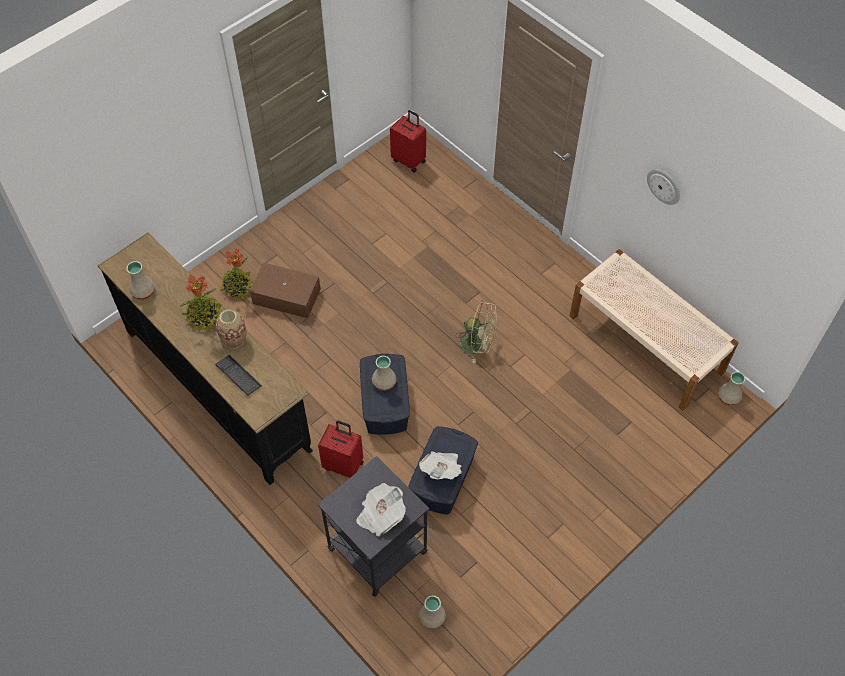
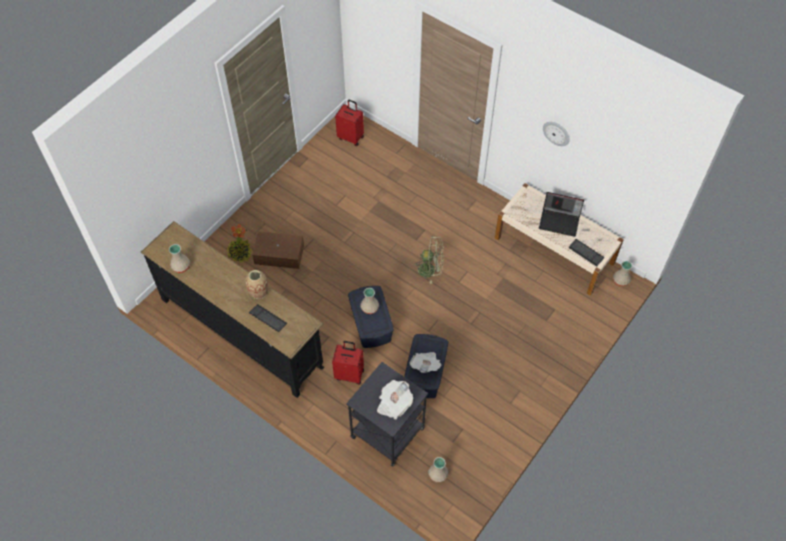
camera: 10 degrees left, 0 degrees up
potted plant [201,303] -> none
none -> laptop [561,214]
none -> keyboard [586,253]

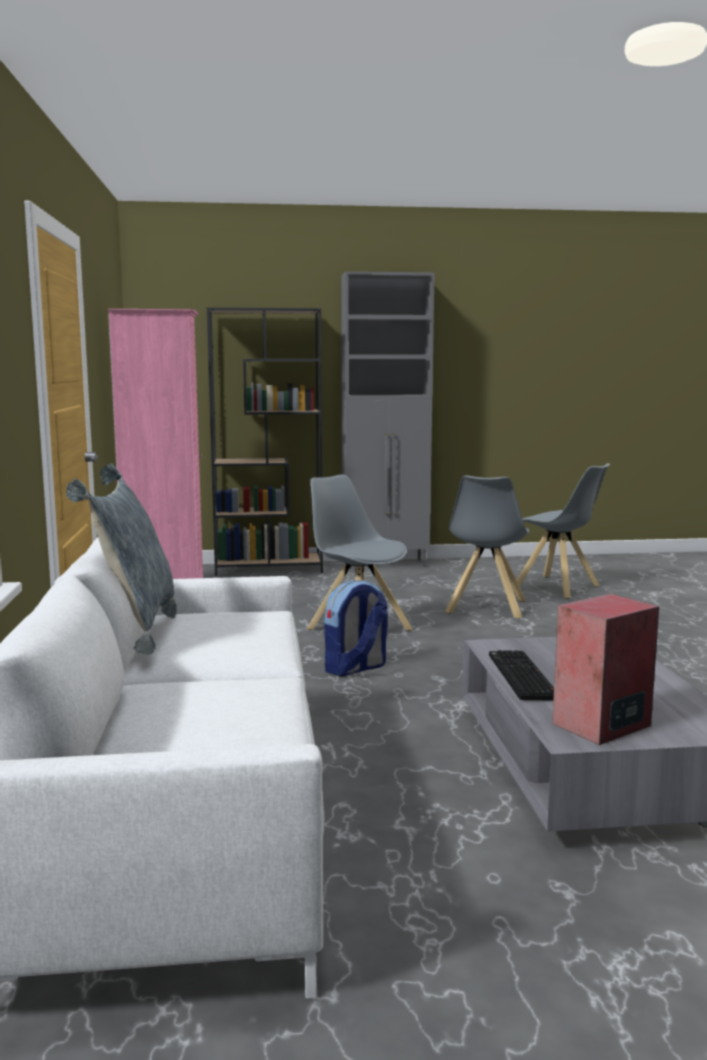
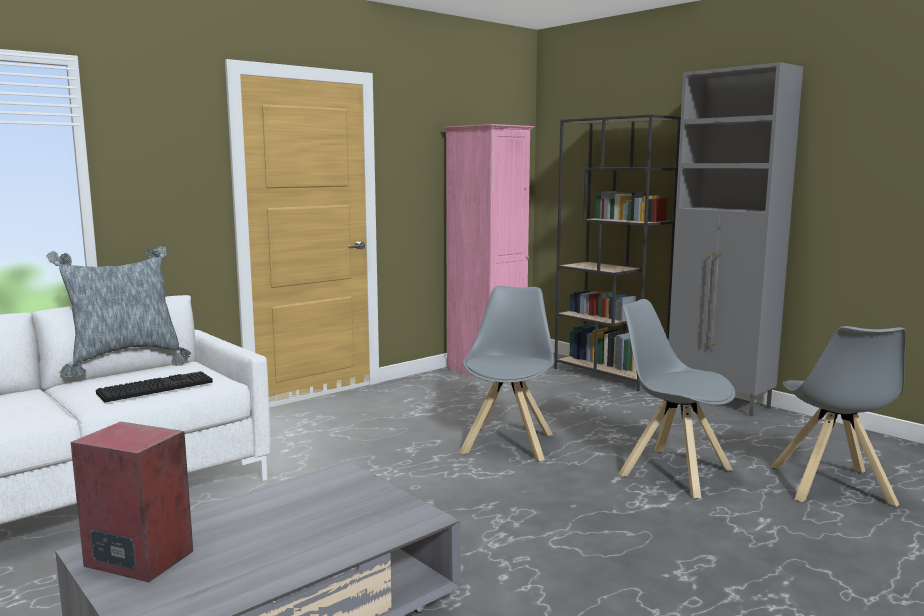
camera: 55 degrees right, 0 degrees up
grey chair [487,547] -> grey chair [676,399], 60 degrees clockwise
backpack [356,628] -> none
keyboard [521,675] -> keyboard [154,386], moved

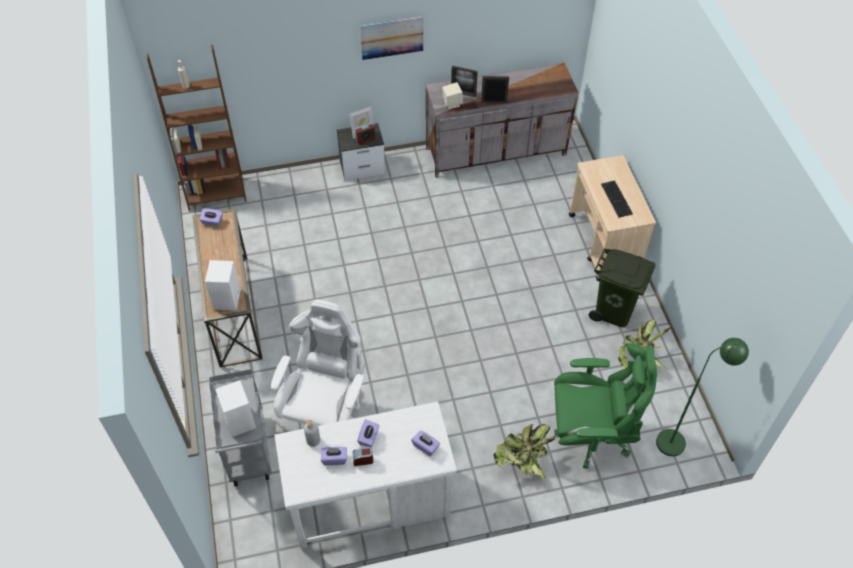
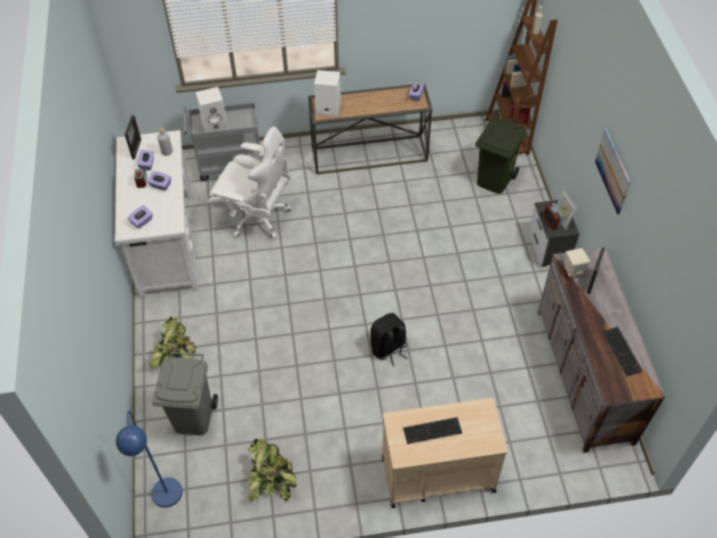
camera: 95 degrees right, 0 degrees up
picture frame [495,89] -> picture frame [133,137], moved
green trash can [622,287] -> green trash can [500,154], moved
green floor lamp [702,397] -> blue floor lamp [149,459]
green office chair [605,406] -> grey trash can [185,393]
none -> black backpack [388,339]
none -> keyboard [622,351]

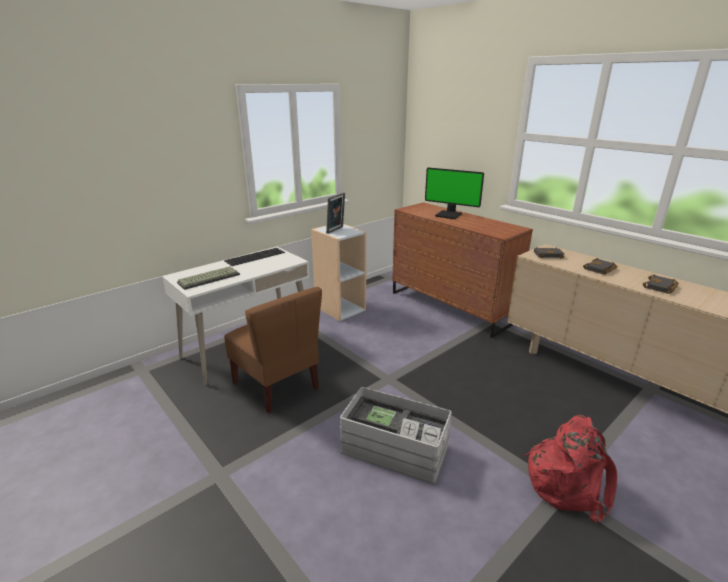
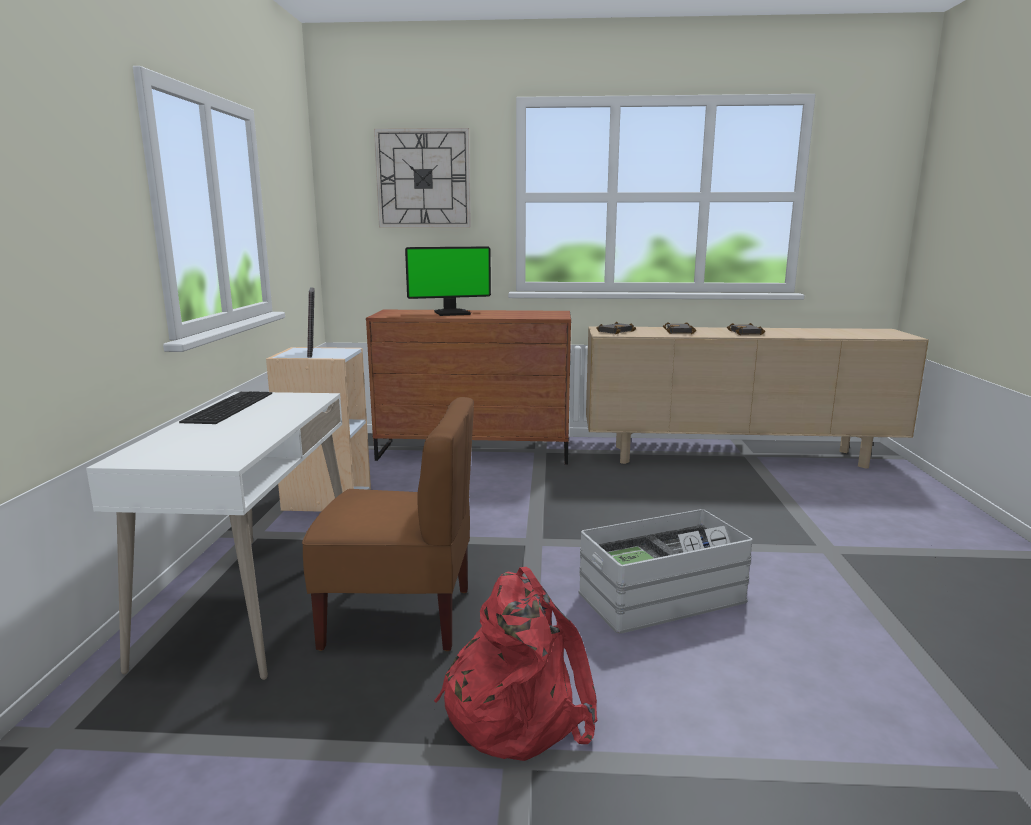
camera: 45 degrees left, 10 degrees down
keyboard [208,278] -> none
red backpack [571,469] -> red backpack [516,664], moved
none -> wall clock [422,177]

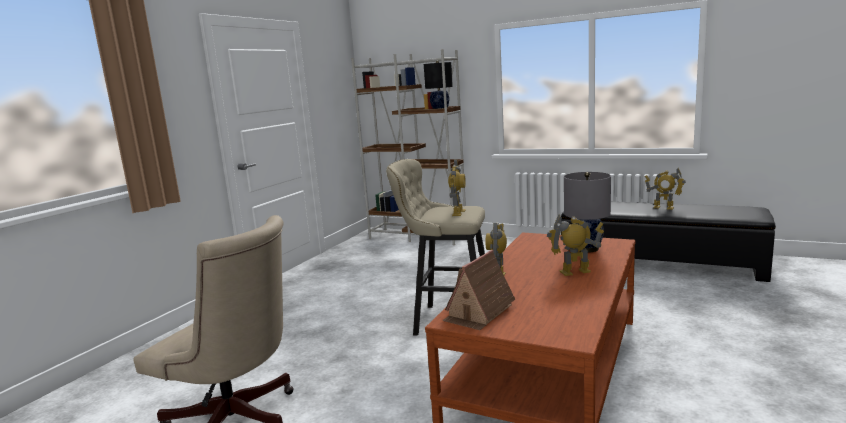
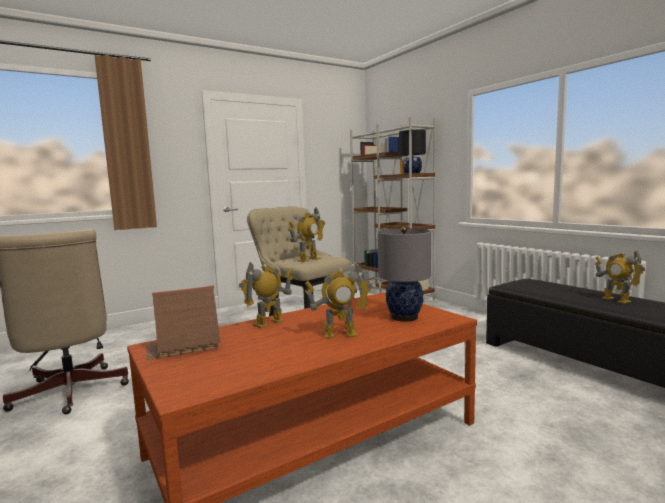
camera: 30 degrees right, 5 degrees down
toy robot [575,245] -> toy robot [339,301], 150 degrees clockwise

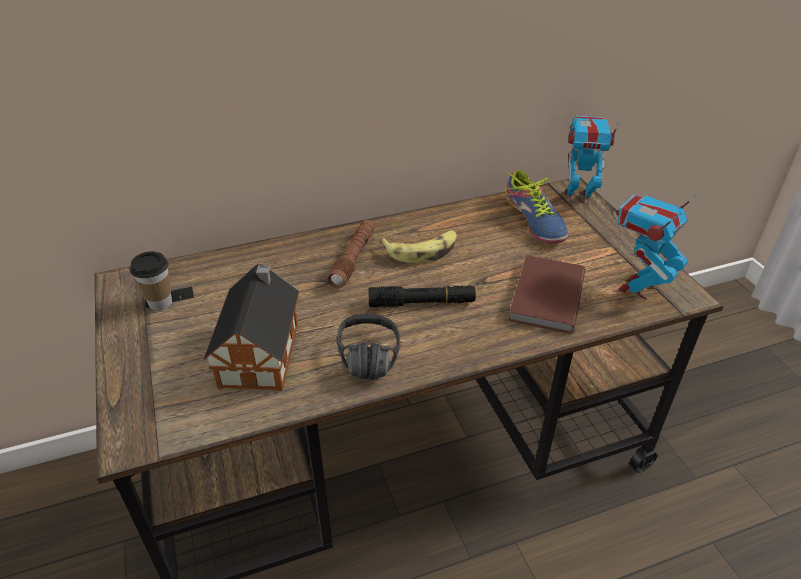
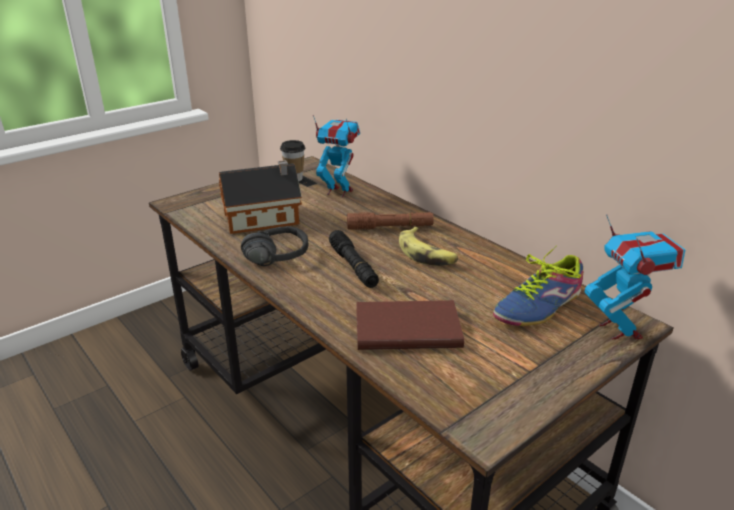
camera: 70 degrees right, 10 degrees down
toy robot [659,245] -> toy robot [336,156], moved

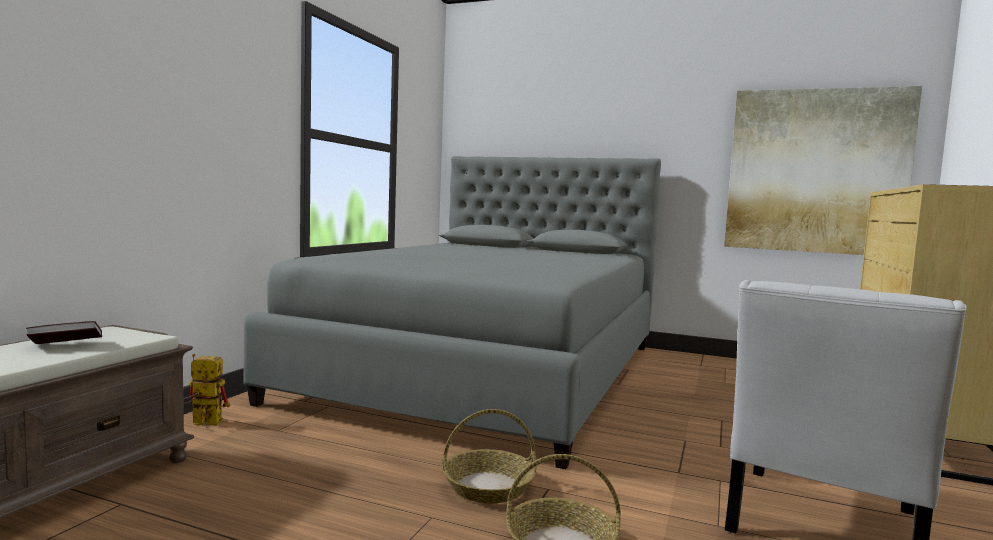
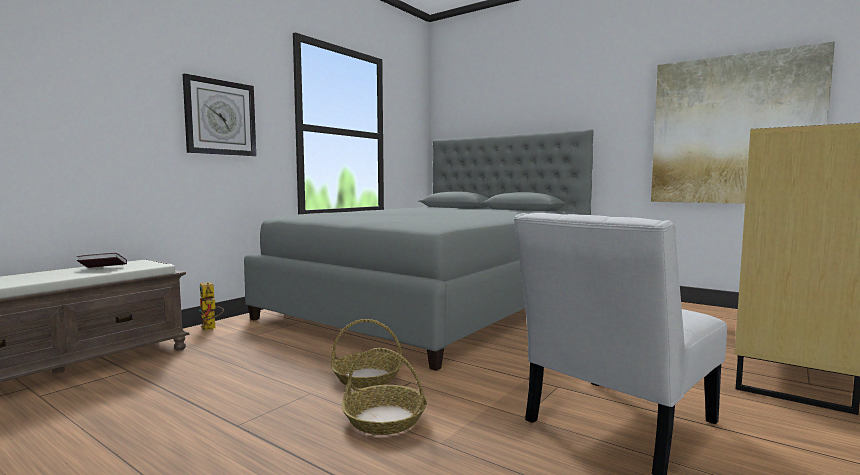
camera: 15 degrees right, 0 degrees up
toy robot [207,389] -> toy robot [211,306], 135 degrees counterclockwise
none -> wall clock [219,114]

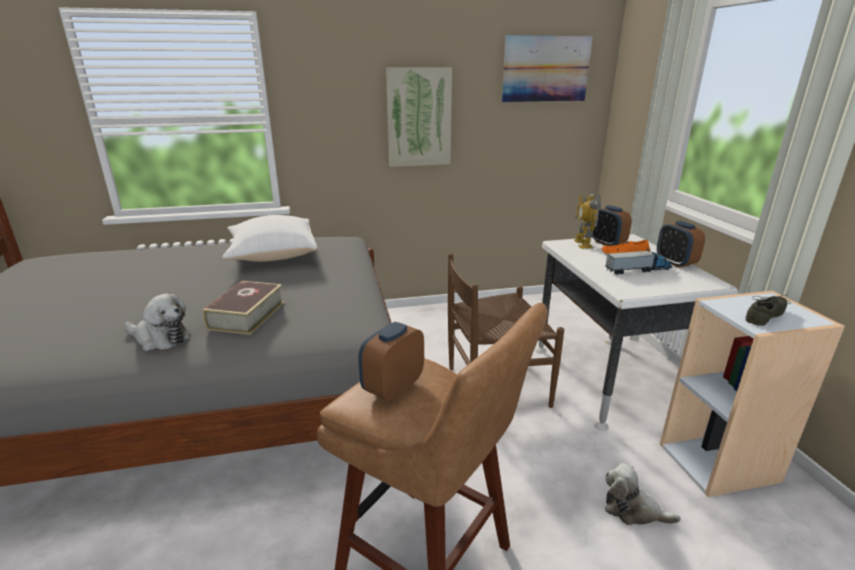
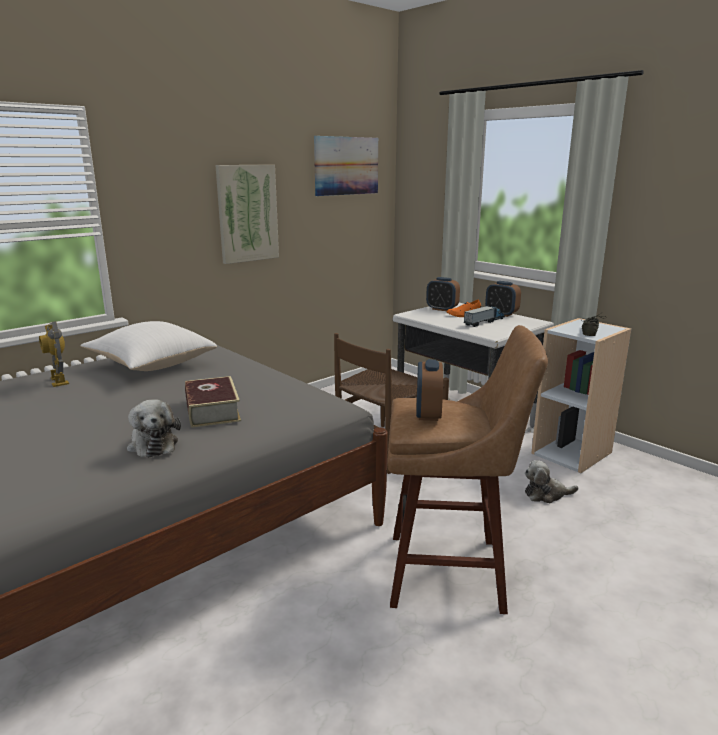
camera: 30 degrees left, 5 degrees down
toy robot [587,221] -> toy robot [54,354], moved
plush toy [157,322] -> plush toy [154,428], 75 degrees clockwise

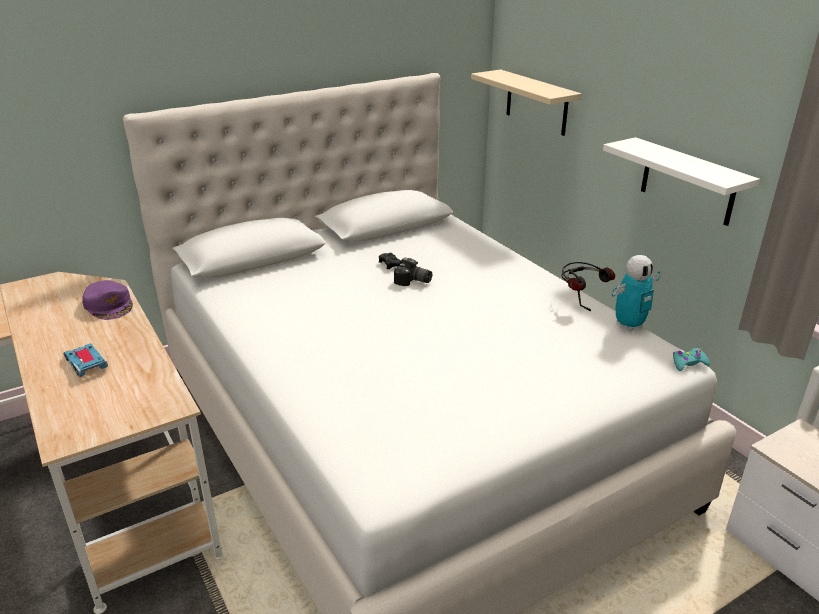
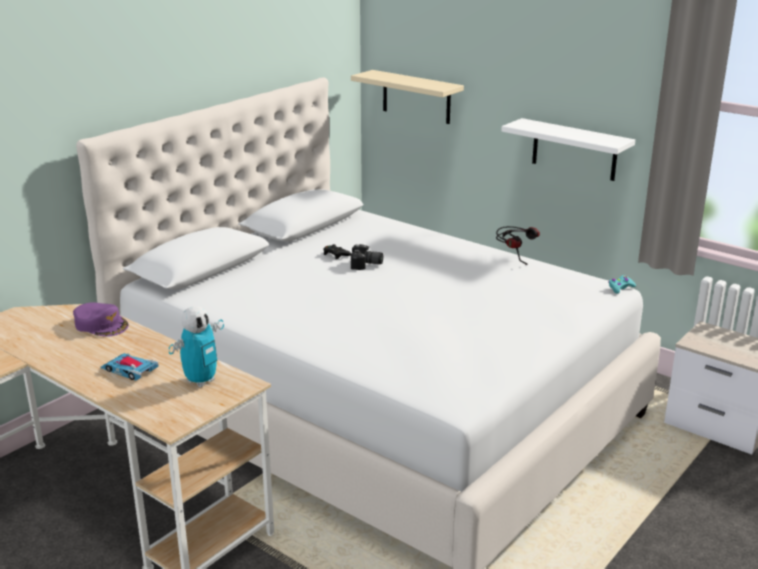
camera: 20 degrees left, 5 degrees down
toy robot [635,293] -> toy robot [196,346], moved

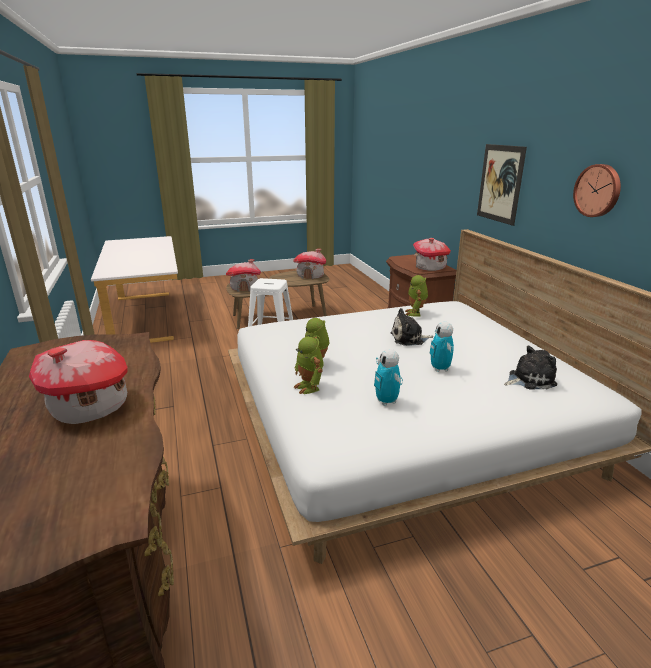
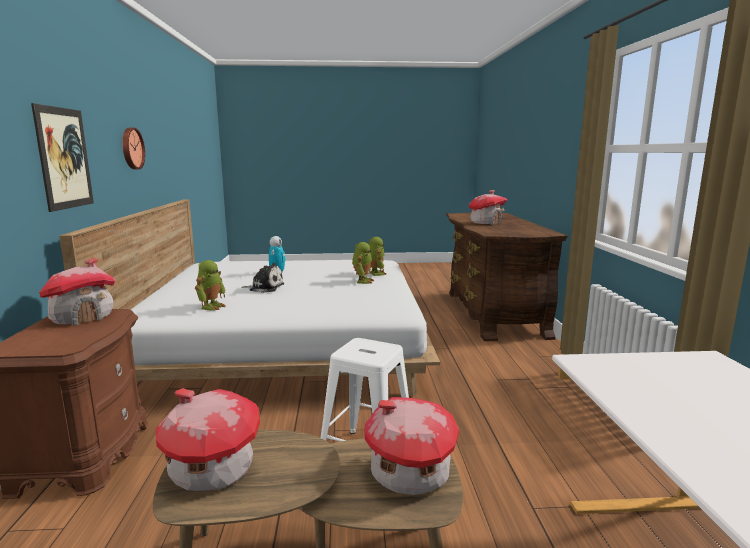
camera: 165 degrees left, 10 degrees down
plush toy [530,367] -> none
toy robot [388,377] -> none

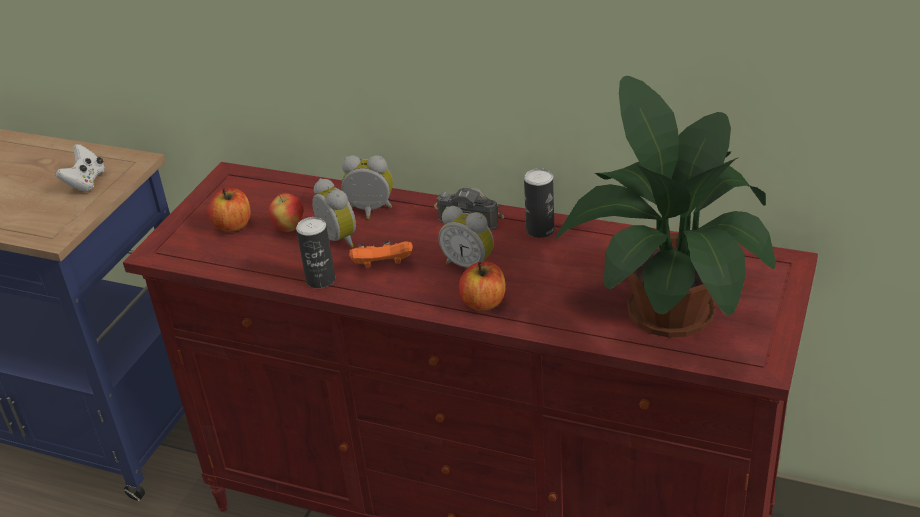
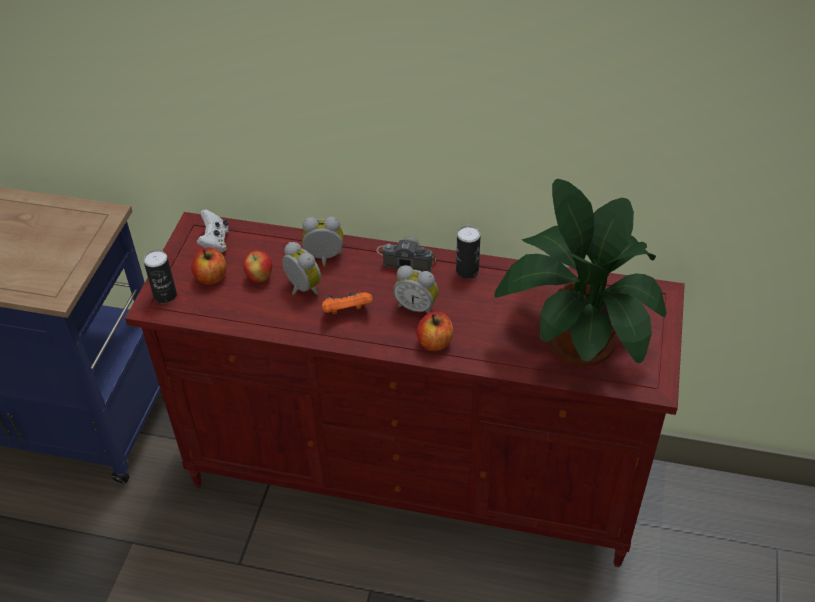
camera: 10 degrees left, 10 degrees up
white game controller [80,168] -> white game controller [212,230], moved
can [315,252] -> can [160,276], moved

